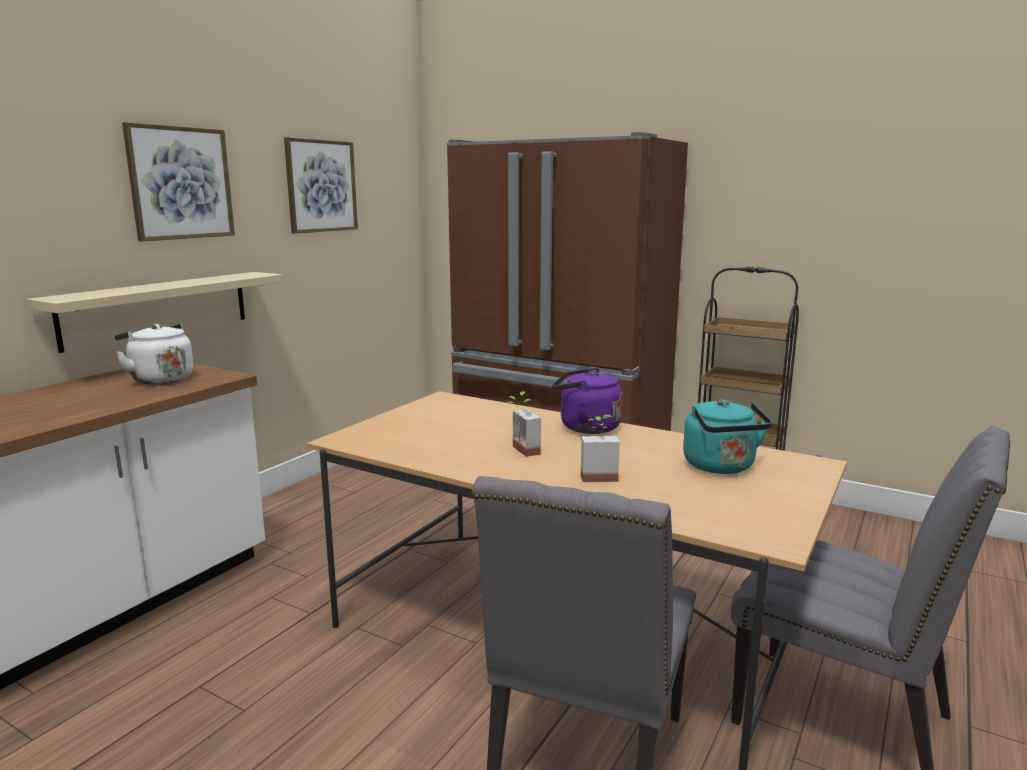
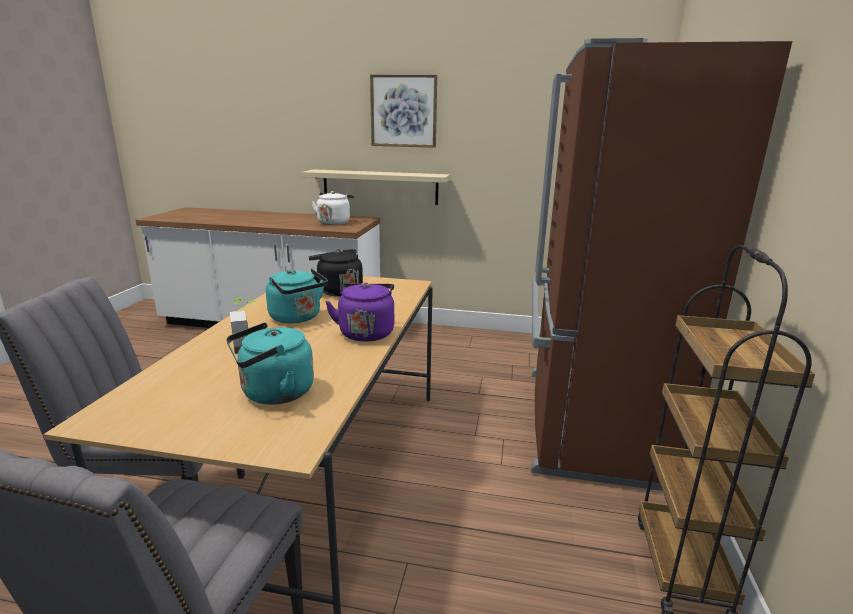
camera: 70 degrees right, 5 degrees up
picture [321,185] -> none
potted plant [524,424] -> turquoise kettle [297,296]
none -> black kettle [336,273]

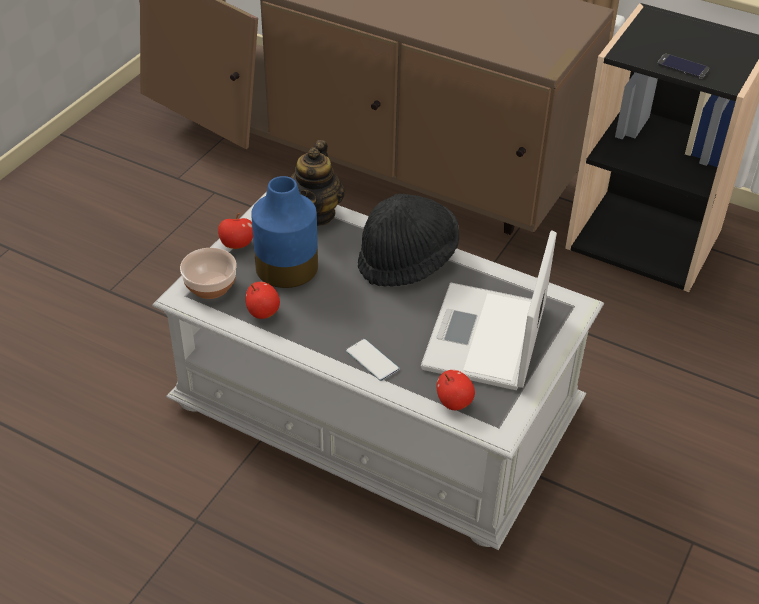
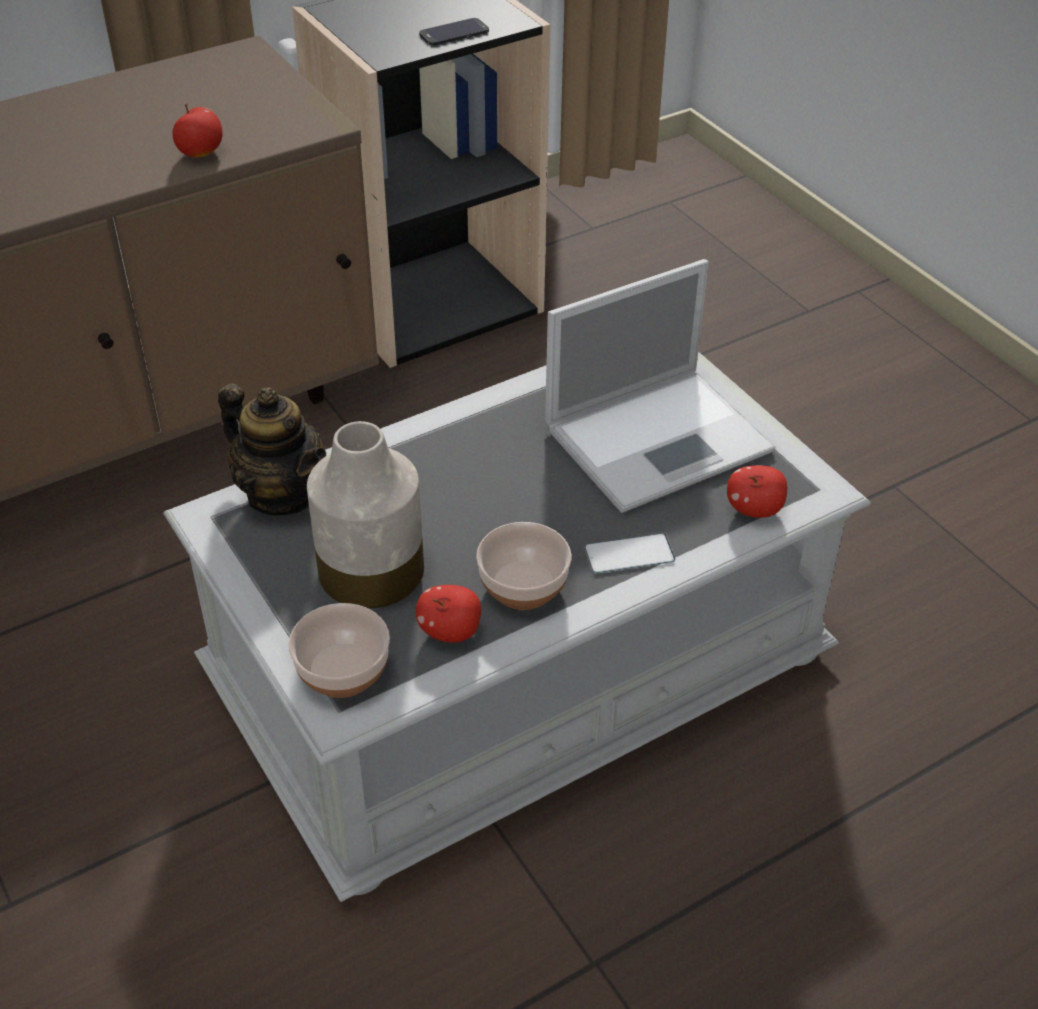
camera: 60 degrees left, 0 degrees up
blue vase [284,232] -> beige vase [365,514]
black hat [408,240] -> none
apple [235,231] -> apple [197,130], moved
laptop [489,310] -> laptop [660,386], 75 degrees counterclockwise
none -> bowl [523,566]

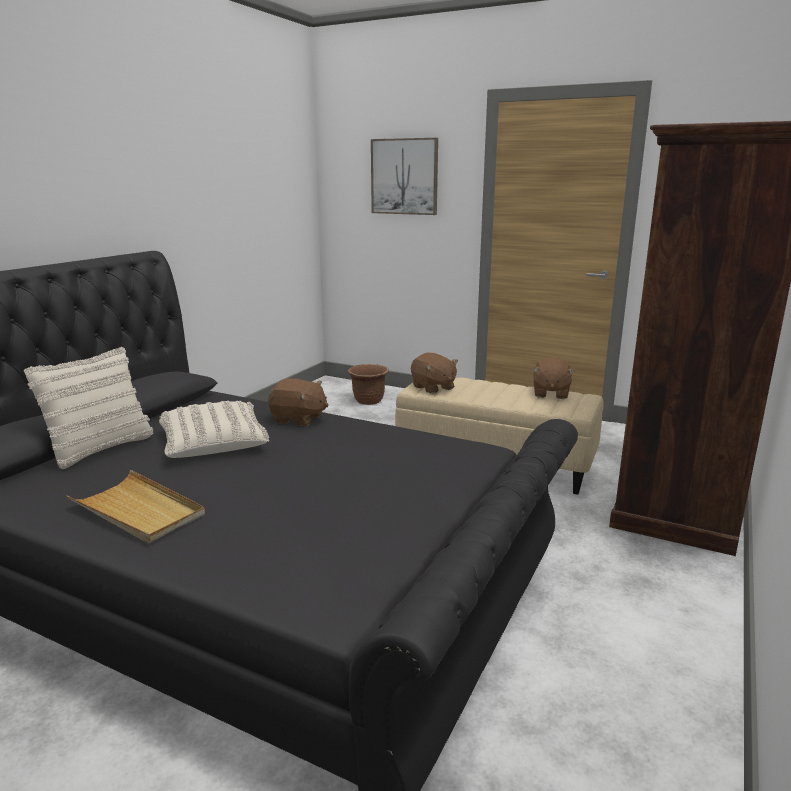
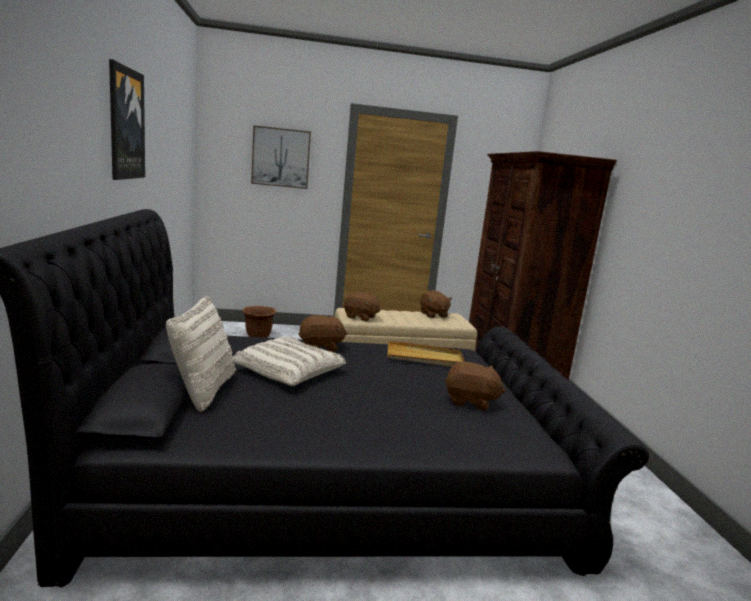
camera: 35 degrees left, 5 degrees down
beige tray [136,506] -> beige tray [426,353], moved
none -> picture [127,119]
none -> brown plush toy [475,386]

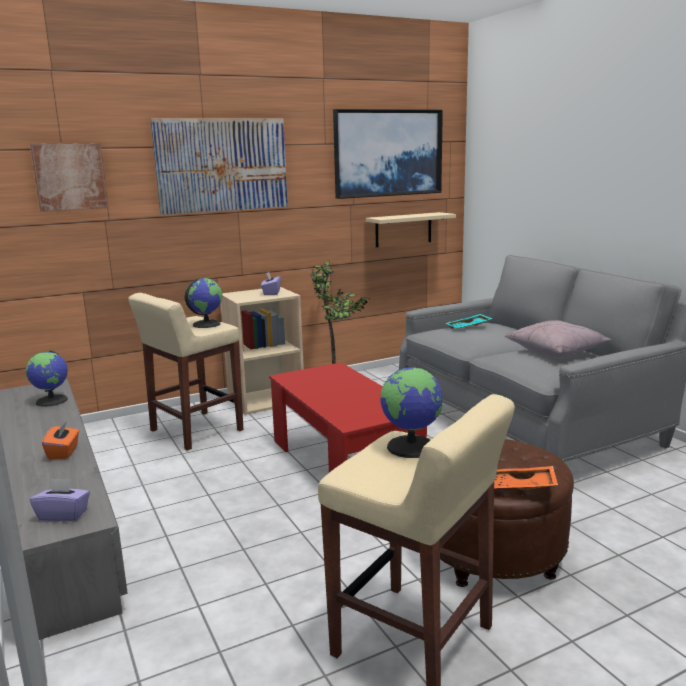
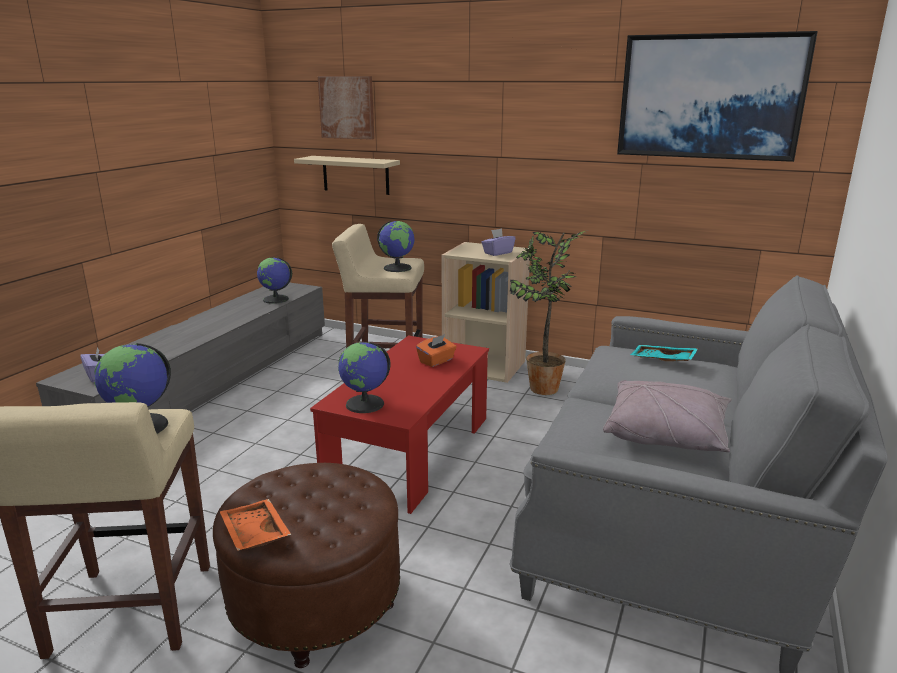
camera: 50 degrees right, 5 degrees up
picture [219,167] -> none
beige shelf [411,229] -> beige shelf [347,175], moved
orange tissue box [60,440] -> orange tissue box [436,350], moved
none -> globe [364,377]

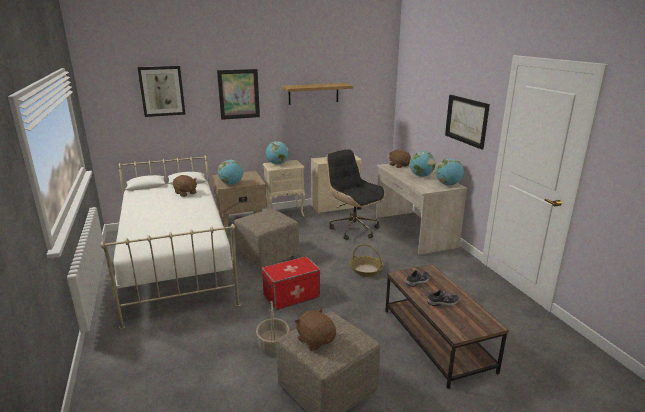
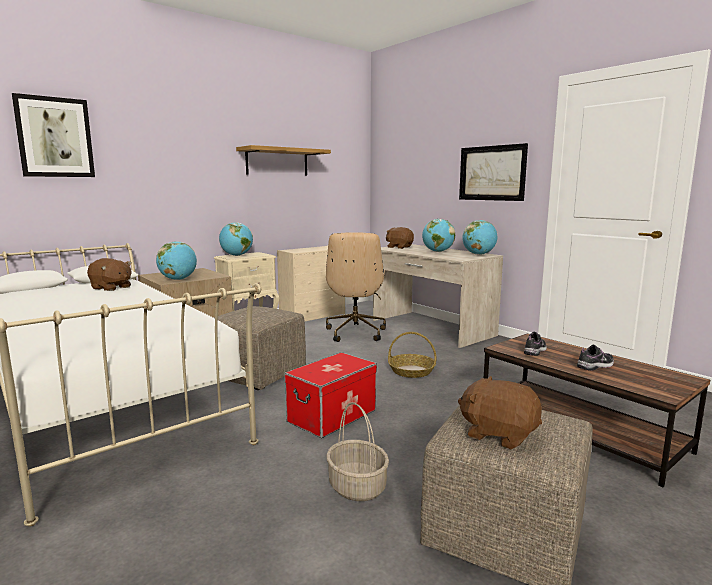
camera: 20 degrees left, 10 degrees down
picture [238,94] -> none
black office chair [356,194] -> black office chair [356,287], 120 degrees counterclockwise

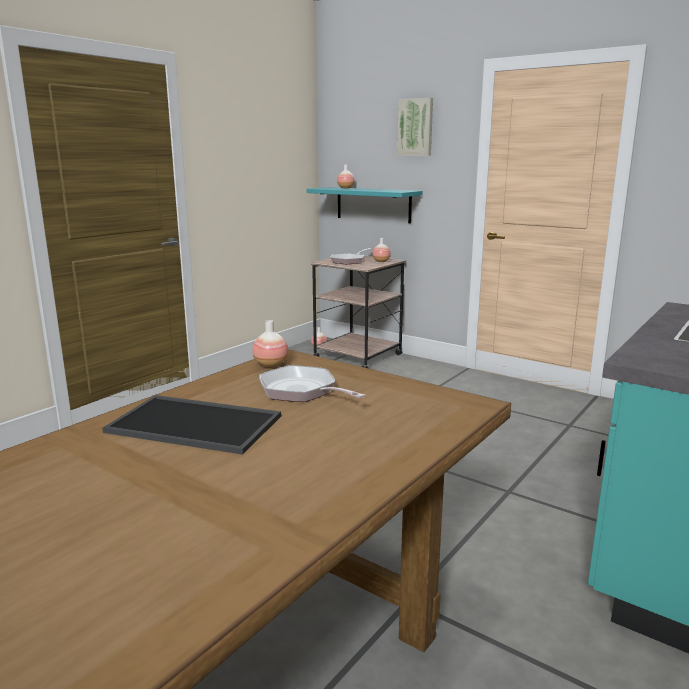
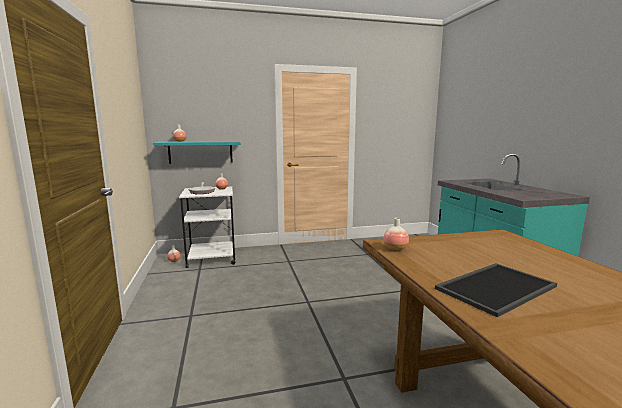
camera: 50 degrees left, 5 degrees down
picture [415,127] -> none
brown cart [358,312] -> white cart [207,227]
frying pan [312,383] -> none

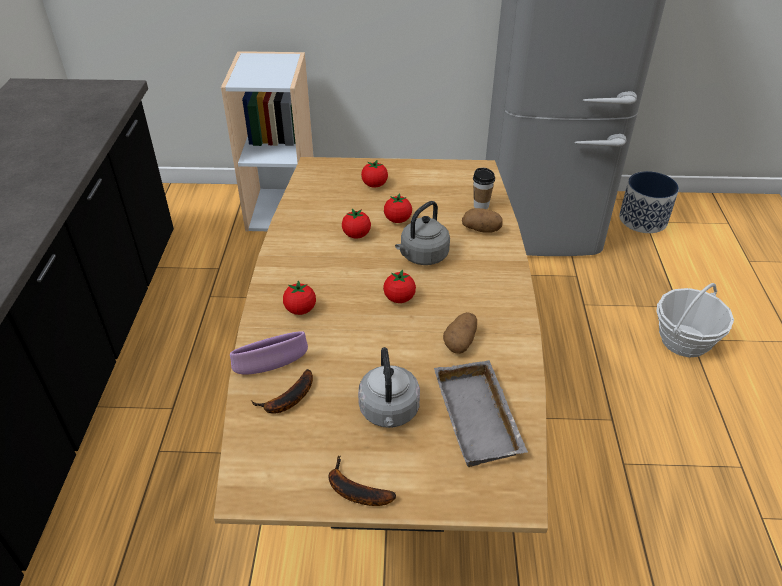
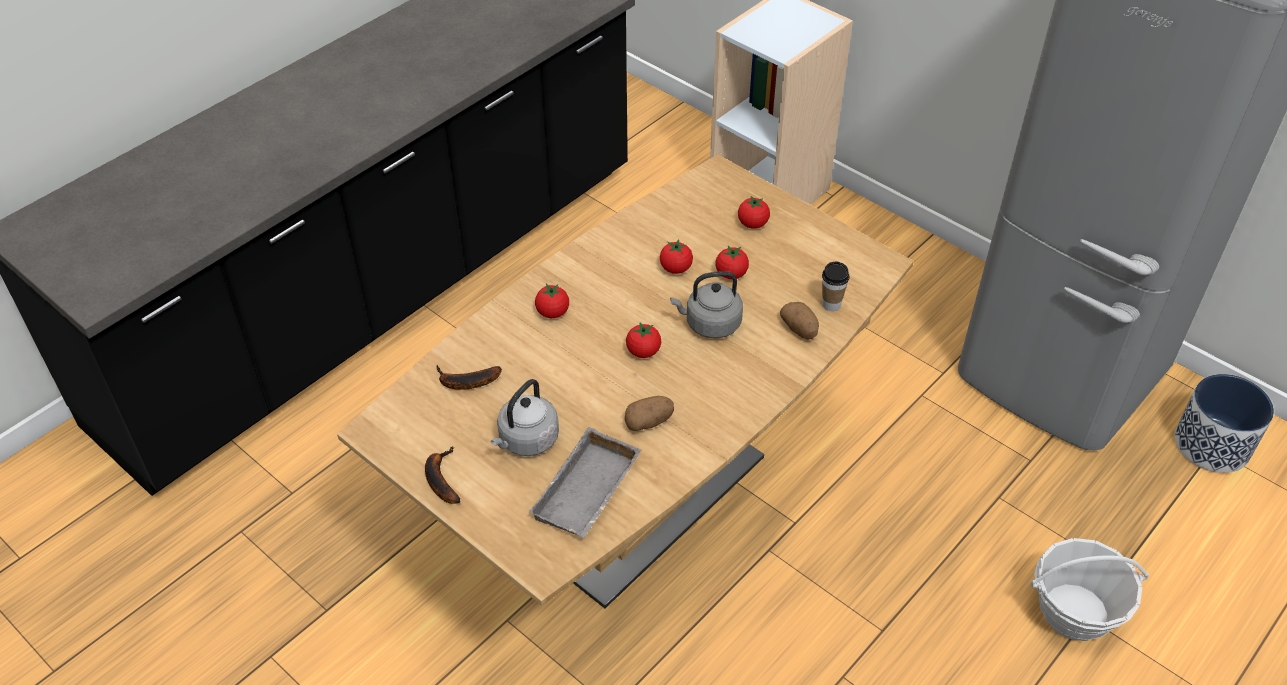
camera: 40 degrees right, 5 degrees up
purple bowl [269,352] -> none

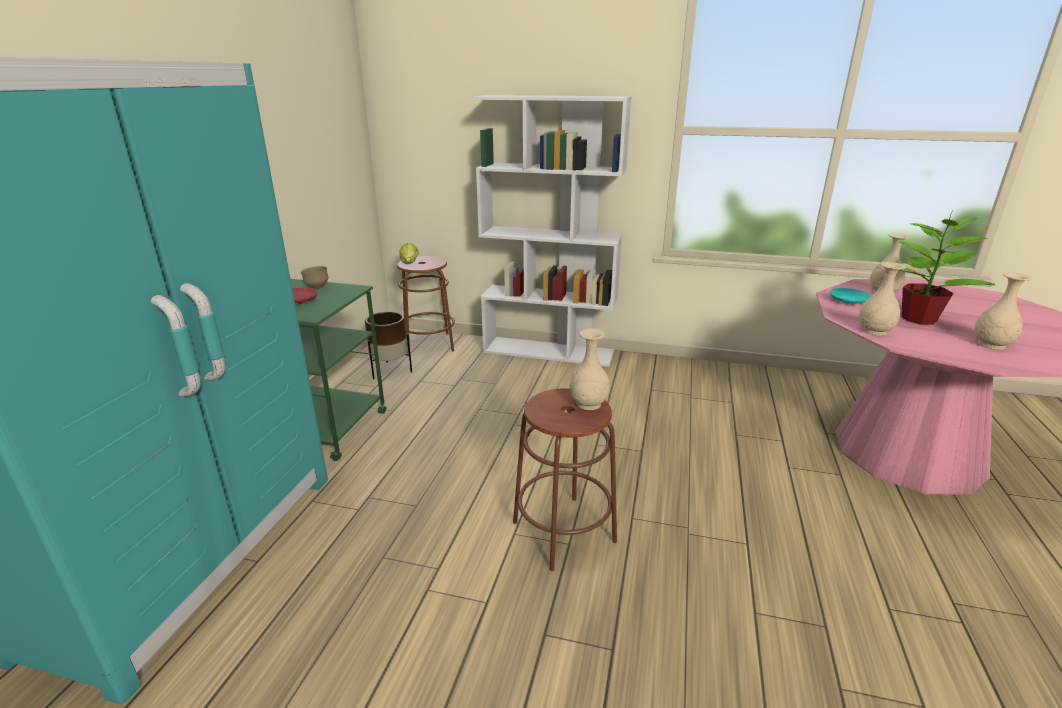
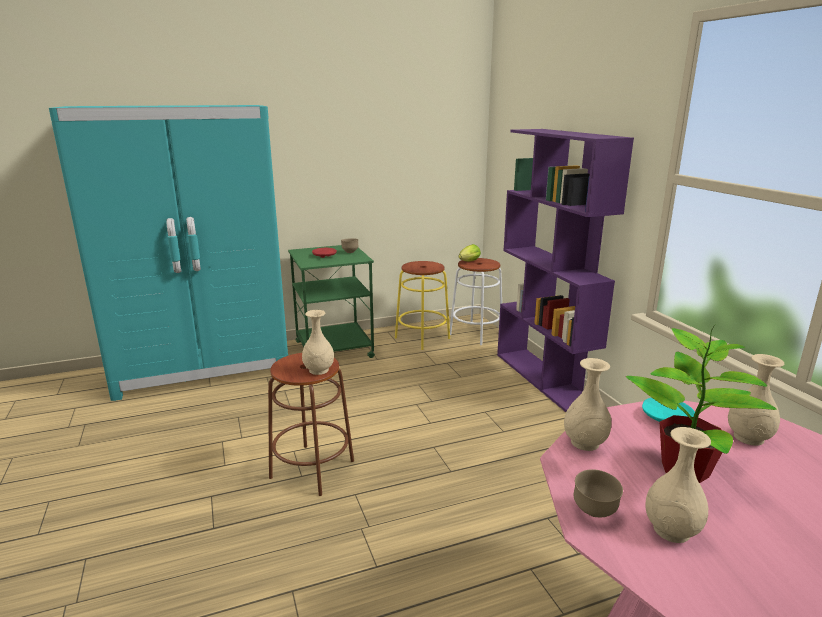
camera: 55 degrees right, 5 degrees down
white bookcase [552,231] -> purple bookcase [565,270]
brown stool [426,306] -> white stool [476,301]
brown planter [388,345] -> yellow stool [422,305]
none -> brown bowl [598,493]

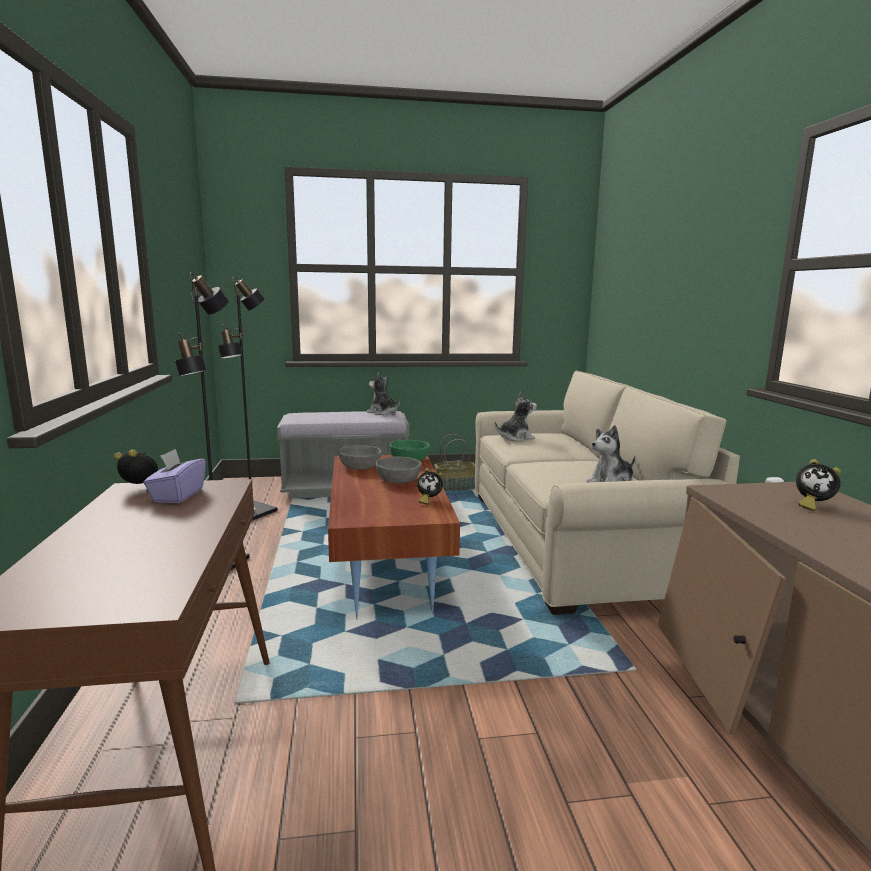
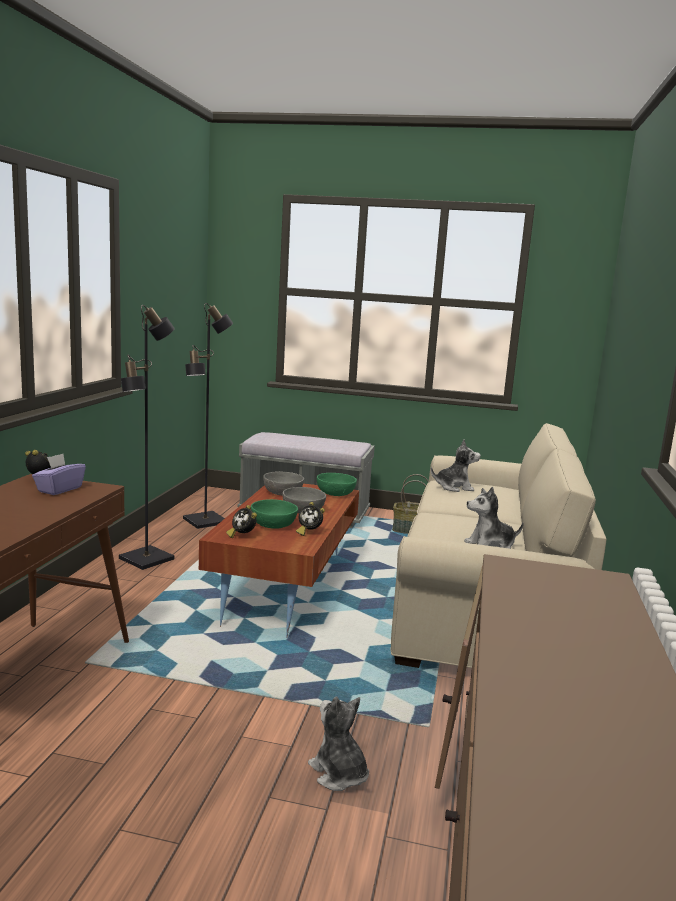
camera: 20 degrees right, 0 degrees up
plush toy [383,394] -> plush toy [338,743], moved
alarm clock [818,485] -> alarm clock [241,521], moved
none -> green bowl [274,514]

